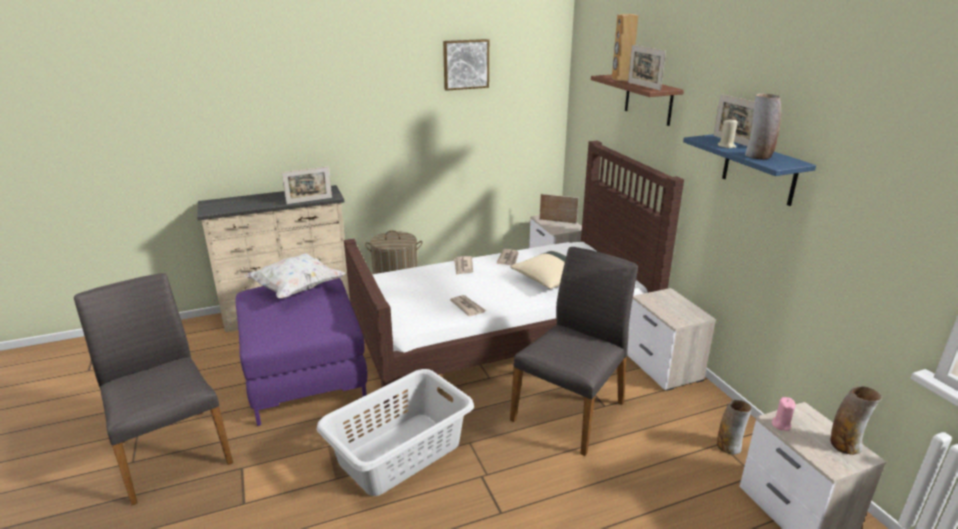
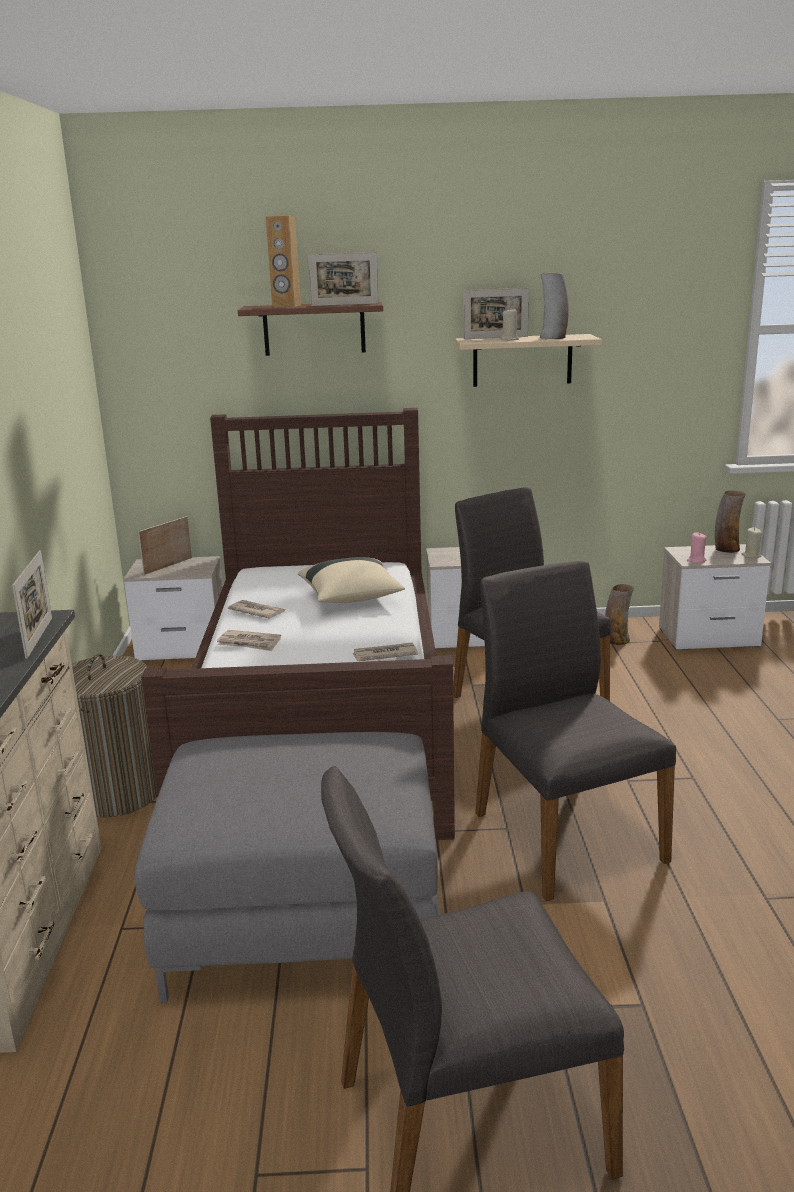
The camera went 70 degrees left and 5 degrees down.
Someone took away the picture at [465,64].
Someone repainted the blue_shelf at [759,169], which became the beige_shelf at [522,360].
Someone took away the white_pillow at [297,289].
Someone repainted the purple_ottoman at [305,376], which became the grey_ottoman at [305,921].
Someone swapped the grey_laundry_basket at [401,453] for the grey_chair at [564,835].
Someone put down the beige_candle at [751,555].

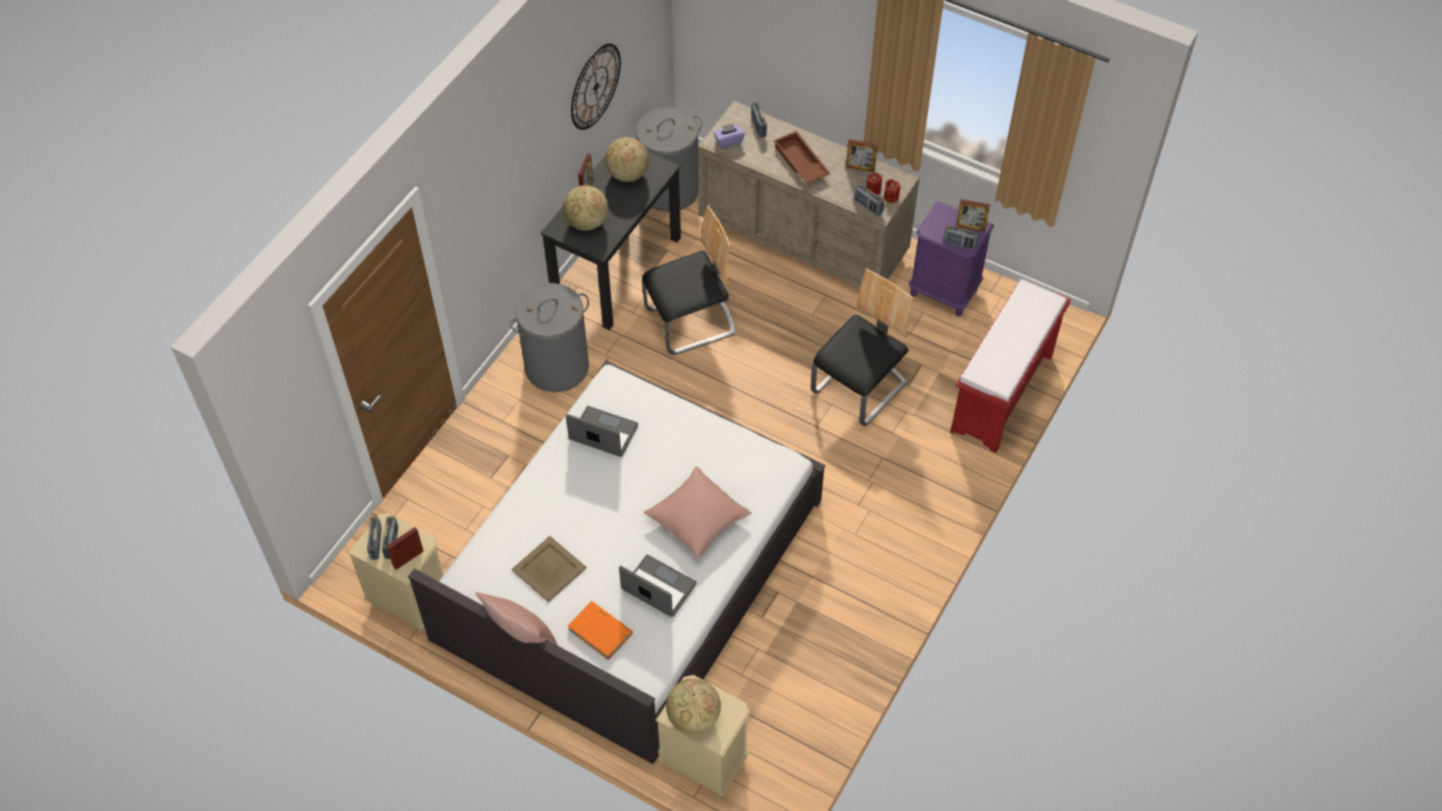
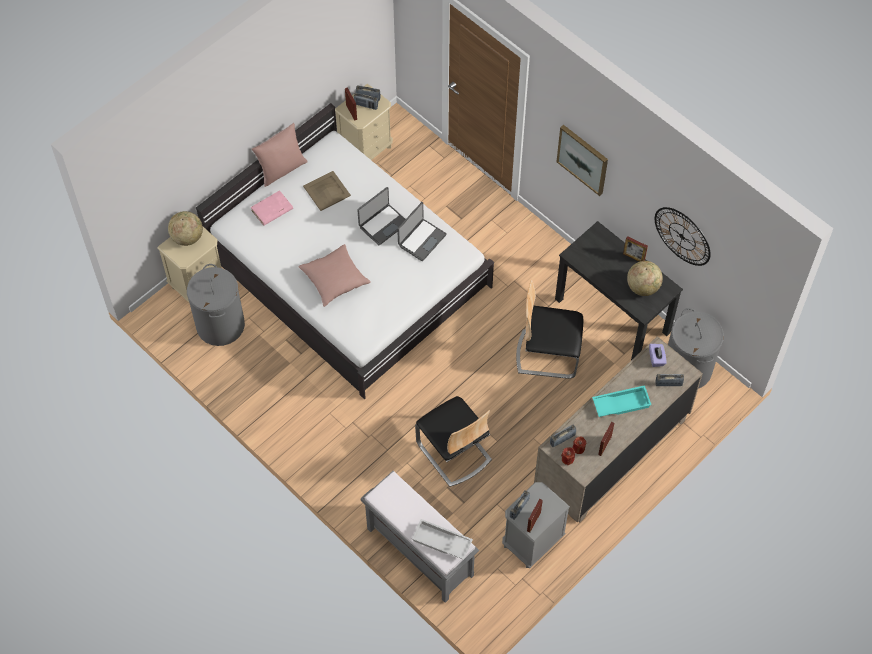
The camera went 105 degrees right and 5 degrees up.
Someone repainted the brown_tray at [800,162], which became the turquoise_tray at [621,403].
Someone took away the globe at [586,222].
Someone repainted the purple_nightstand at [944,291], which became the grey_nightstand at [532,542].
Someone rotated the chair at [690,322] by 105 degrees clockwise.
Someone repainted the red_bench at [1002,394], which became the grey_bench at [418,551].
Someone carried the grey_laundry_basket from [557,366] to [220,325].
Someone carried the laptop from [658,588] to [383,224].
Someone repainted the orange_book at [601,632], which became the pink_book at [271,210].
Someone put up the picture at [583,159].
Someone put down the white_tray at [441,542].

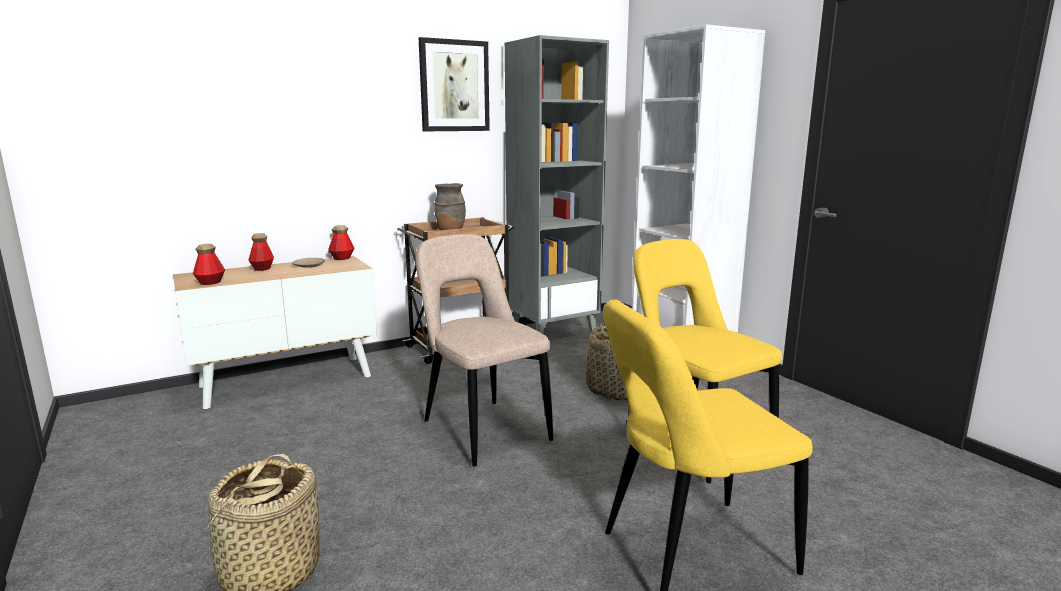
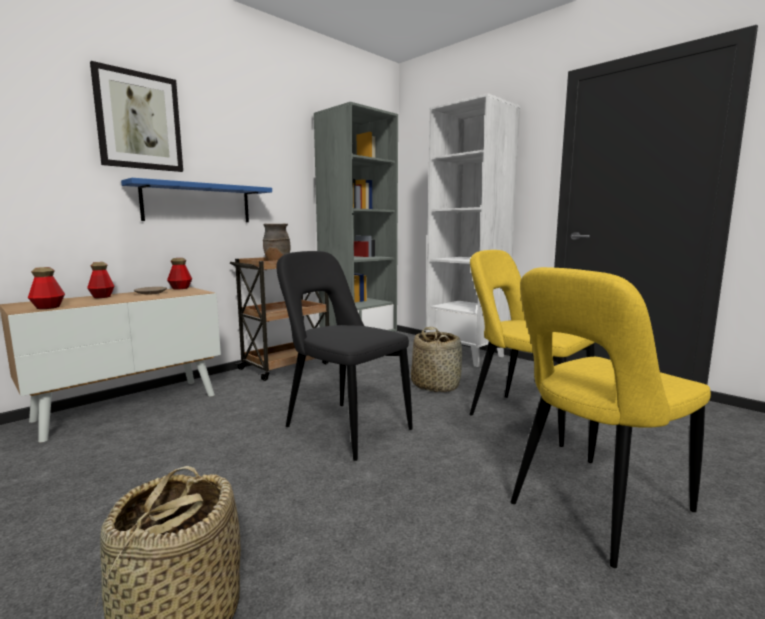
The camera went 15 degrees left and 5 degrees down.
Someone carried the picture from [454,86] to [139,121].
Someone repainted the beige_chair at [482,429], which became the black_chair at [343,427].
Someone put up the blue_shelf at [197,203].

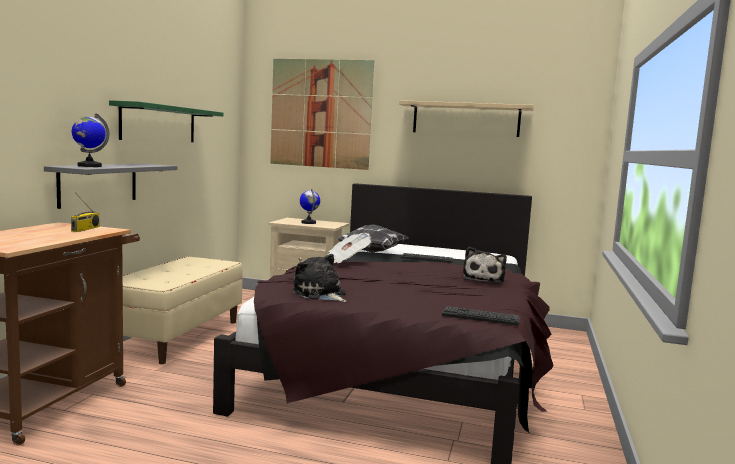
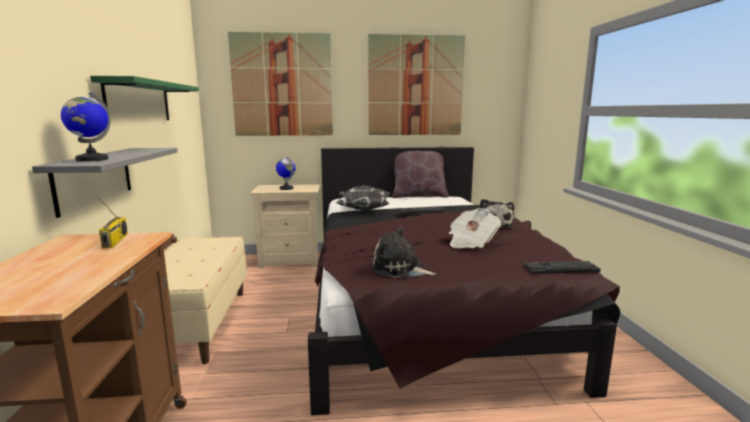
The camera went 20 degrees left and 5 degrees up.
Someone swapped the beige_shelf at [466,119] for the picture at [415,86].
Someone carried the newspaper from [344,261] to [471,242].
Someone put down the brown_pillow at [418,196].

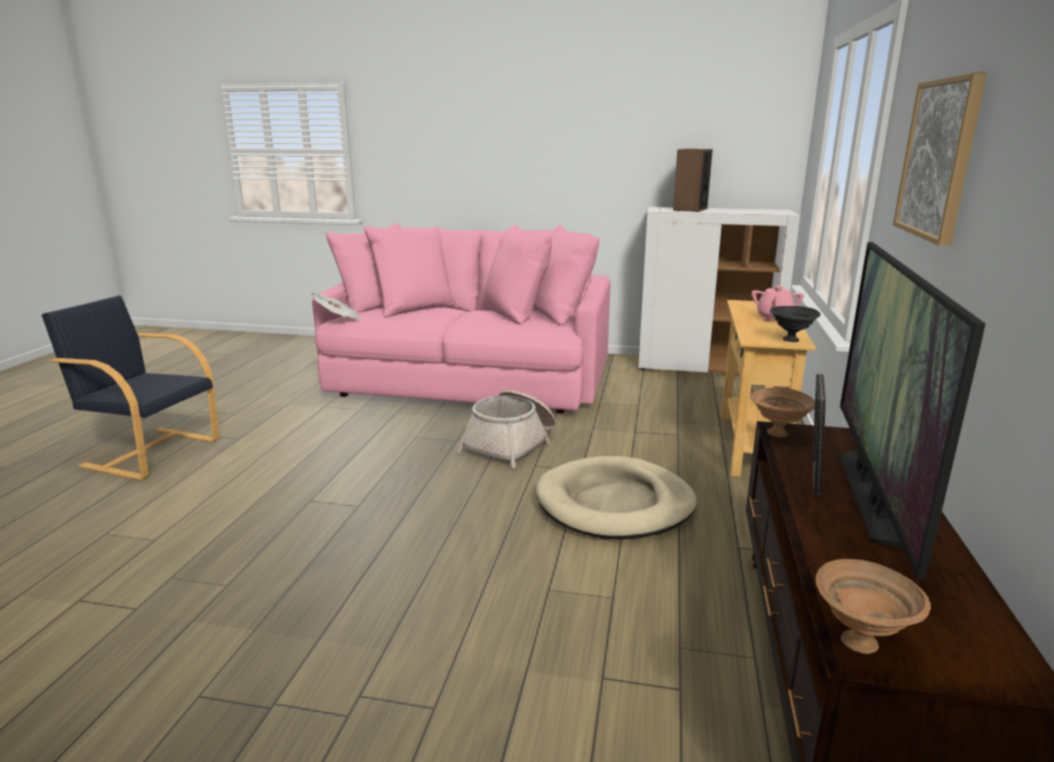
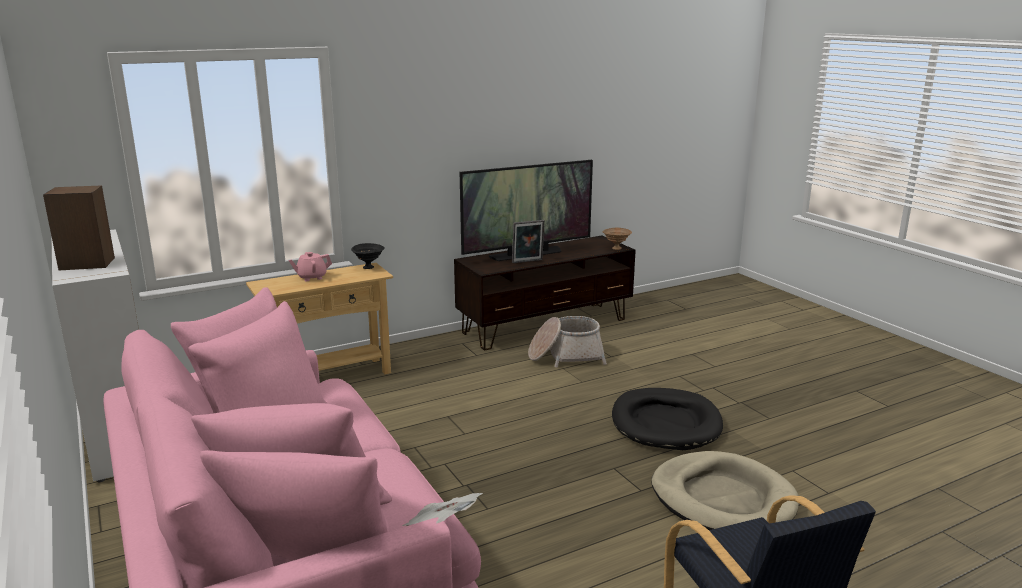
The camera went 130 degrees left and 0 degrees up.
Someone took away the picture at [939,159].
Someone took away the brown_bowl at [779,434].
Someone carried the basket from [511,444] to [565,356].
Someone carried the beige_dog_bed from [615,504] to [722,499].
Someone put down the black_dog_bed at [665,423].

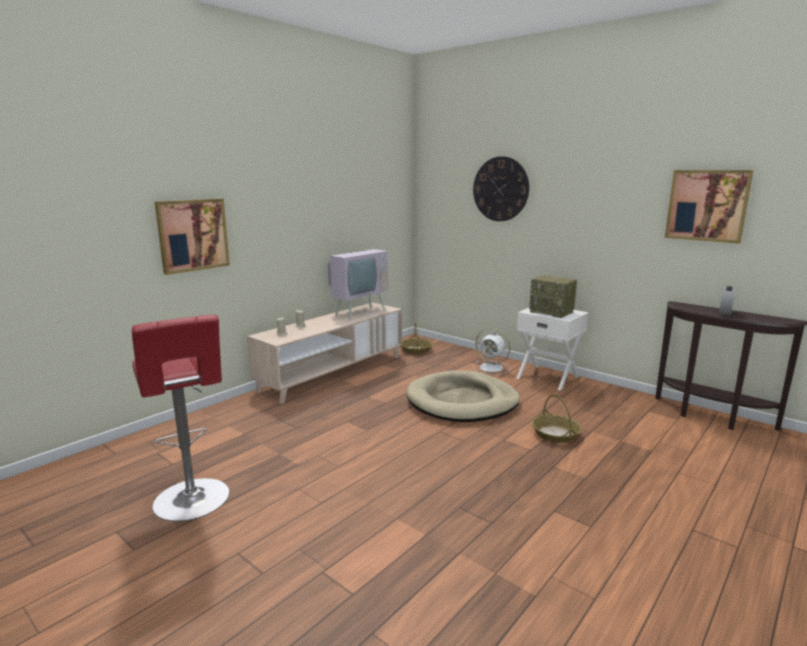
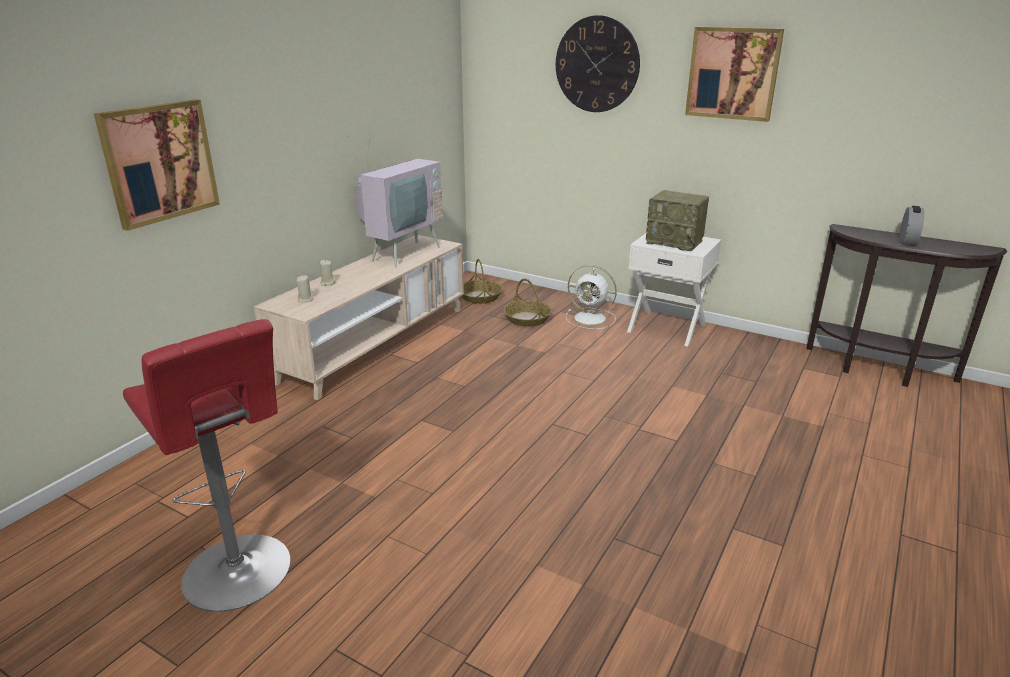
The camera went 10 degrees left and 10 degrees up.
Someone carried the picture from [707,205] to [733,73].
Someone took away the beige_dog_bed at [462,401].
Someone carried the basket from [555,434] to [527,319].

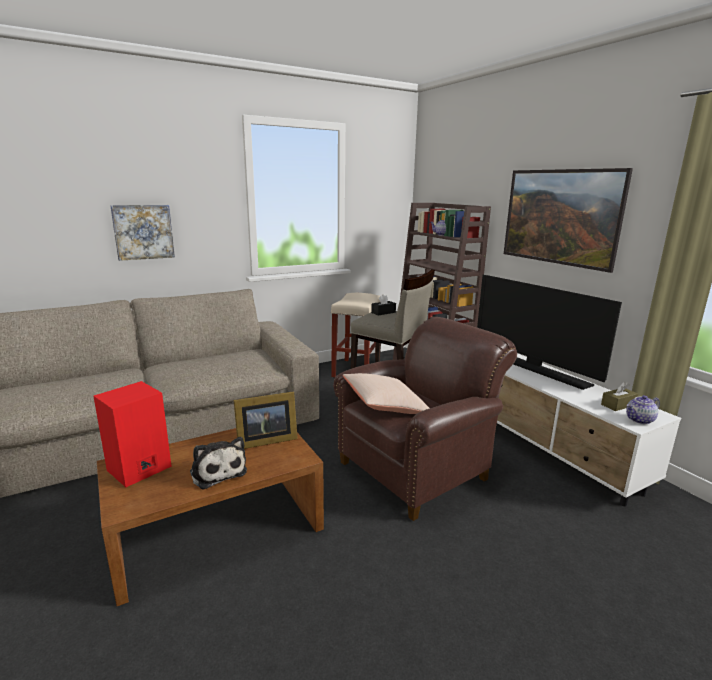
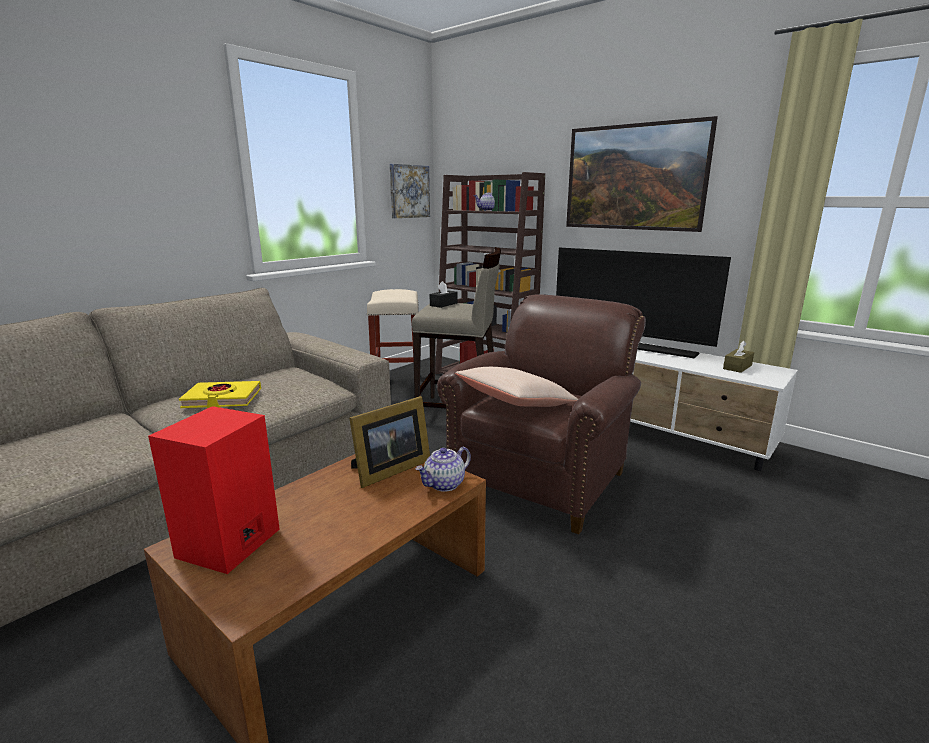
The camera went 20 degrees left and 0 degrees up.
Someone carried the picture from [143,232] to [409,191].
Someone carried the teapot from [640,420] to [444,484].
Someone took away the plush_toy at [217,471].
Someone put down the yellow_book at [222,399].

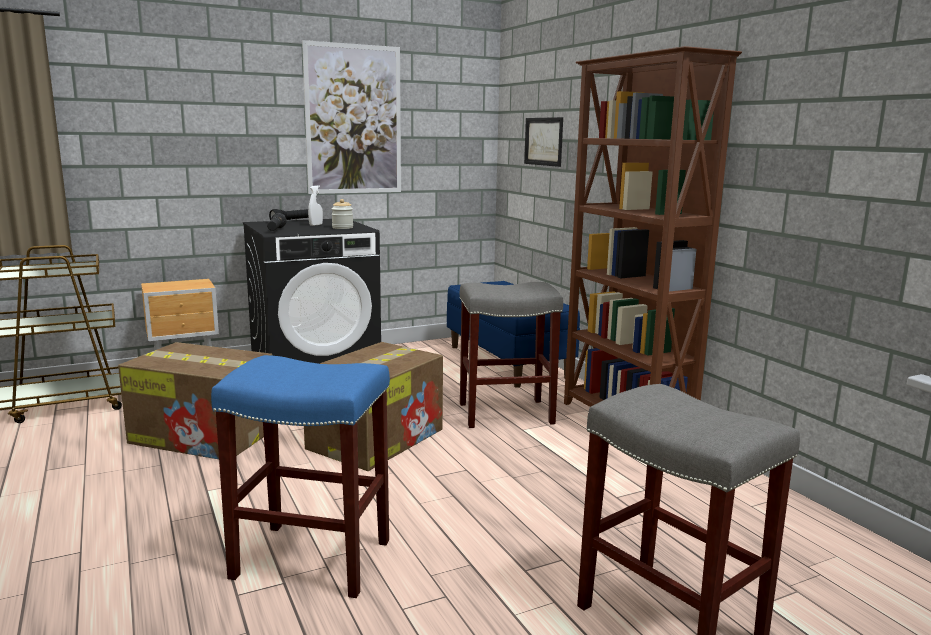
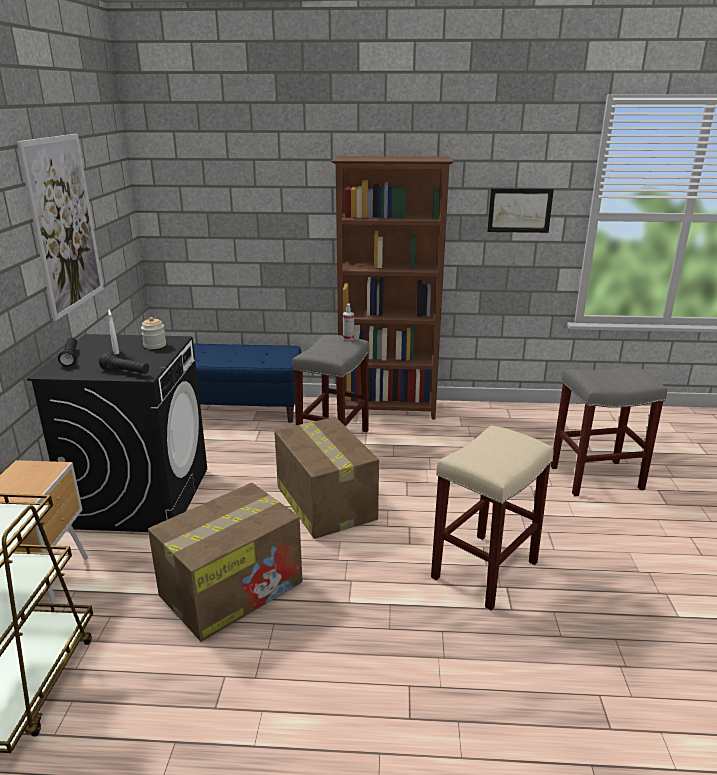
The camera went 60 degrees left and 10 degrees up.
Someone carried the picture from [543,141] to [519,210].
Someone repainted the blue_stool at [309,559], which became the beige_stool at [484,571].
Someone put down the spray_bottle at [348,338].

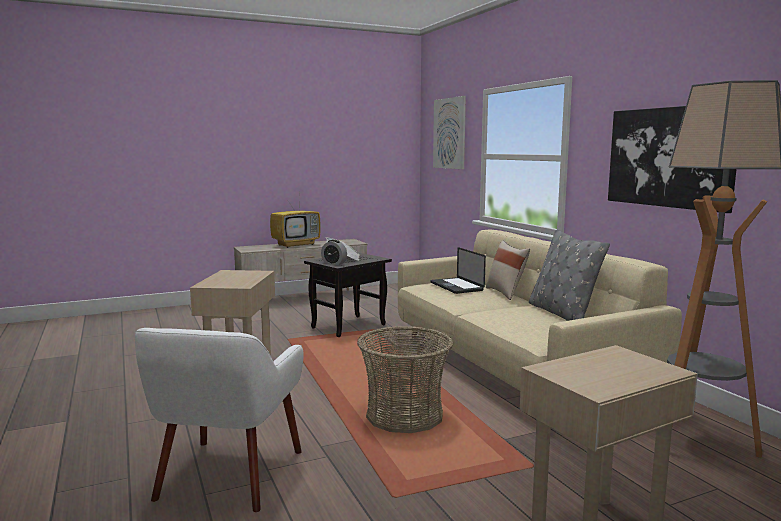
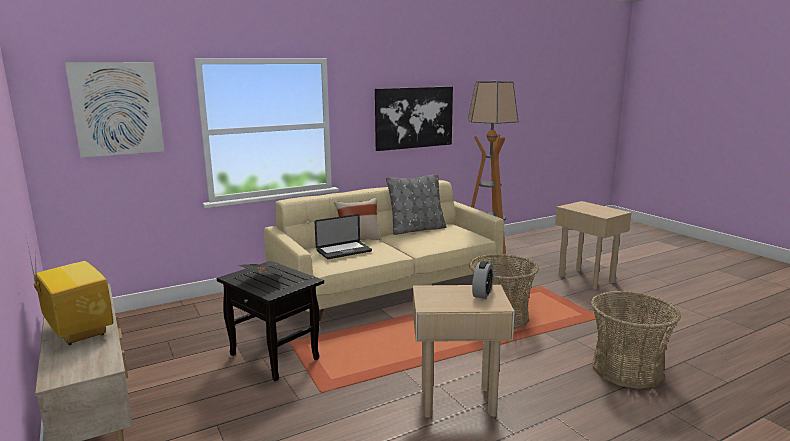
The camera went 95 degrees left and 5 degrees up.
Someone carried the alarm_clock from [334,263] to [482,293].
Someone swapped the white_armchair at [228,475] for the basket at [627,370].

